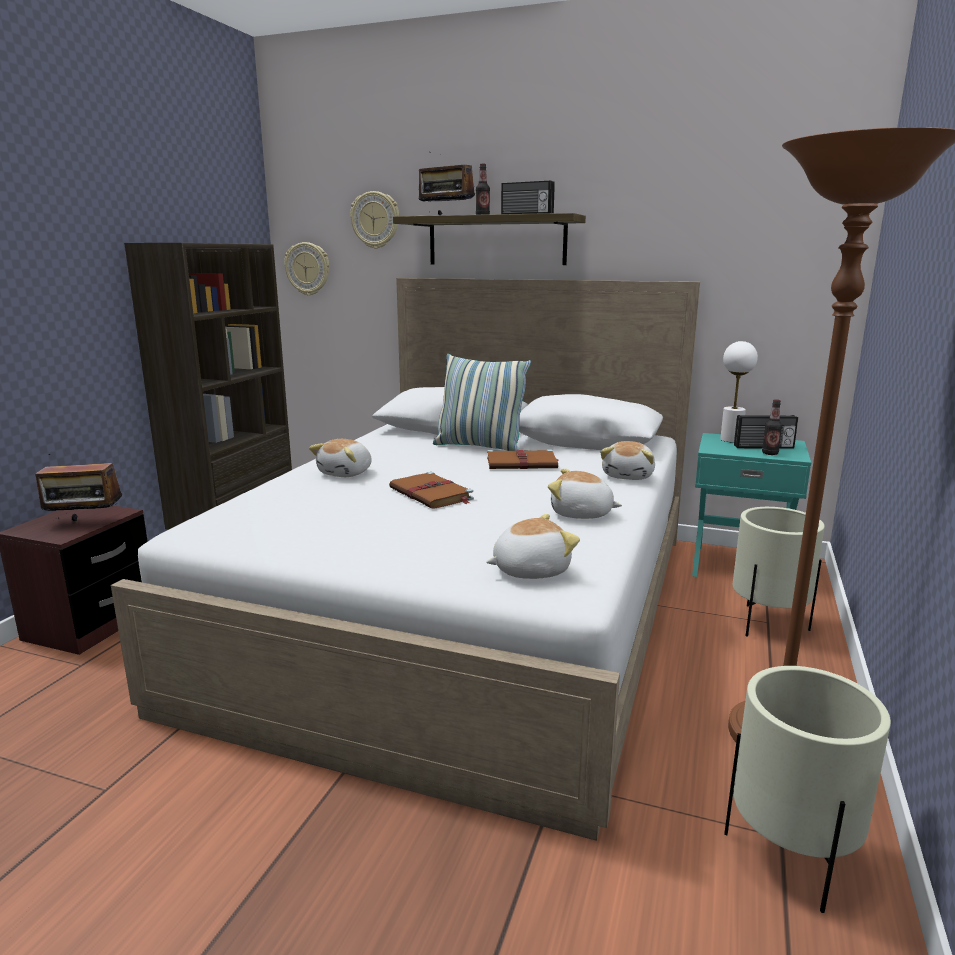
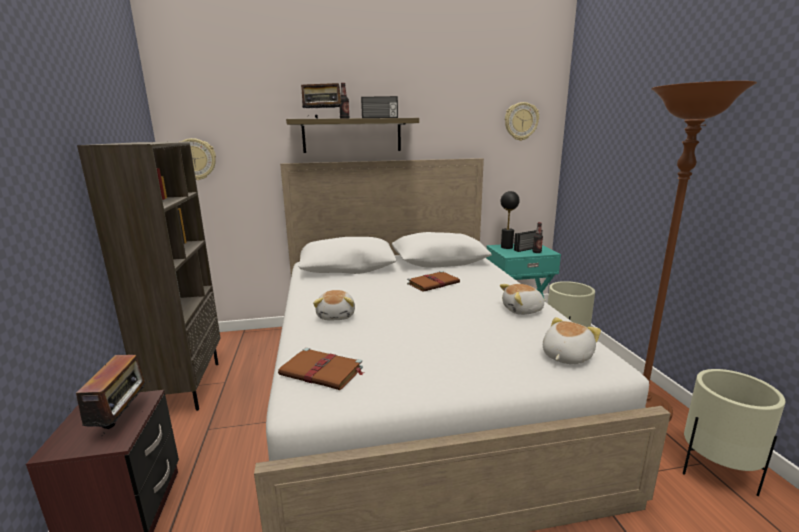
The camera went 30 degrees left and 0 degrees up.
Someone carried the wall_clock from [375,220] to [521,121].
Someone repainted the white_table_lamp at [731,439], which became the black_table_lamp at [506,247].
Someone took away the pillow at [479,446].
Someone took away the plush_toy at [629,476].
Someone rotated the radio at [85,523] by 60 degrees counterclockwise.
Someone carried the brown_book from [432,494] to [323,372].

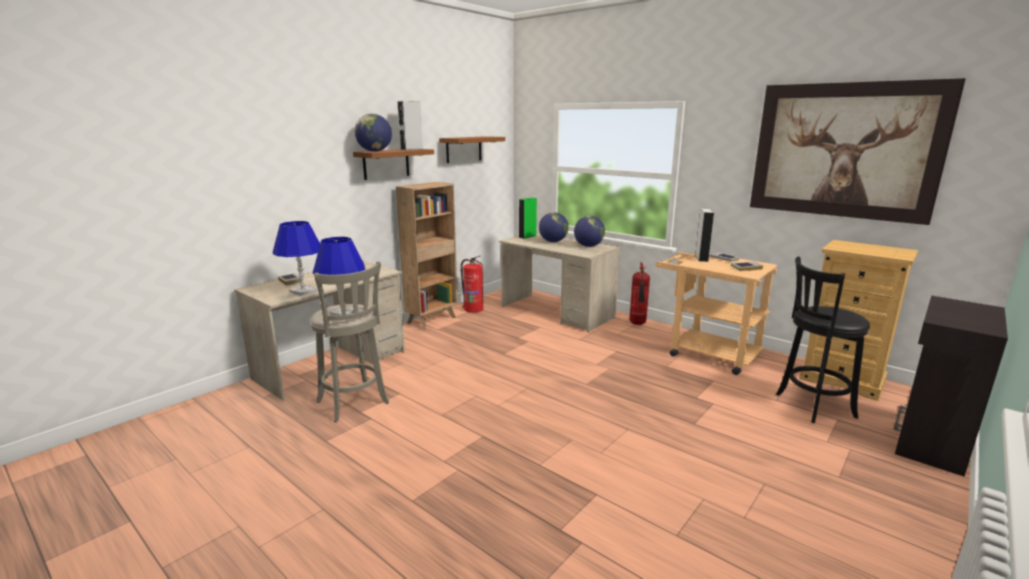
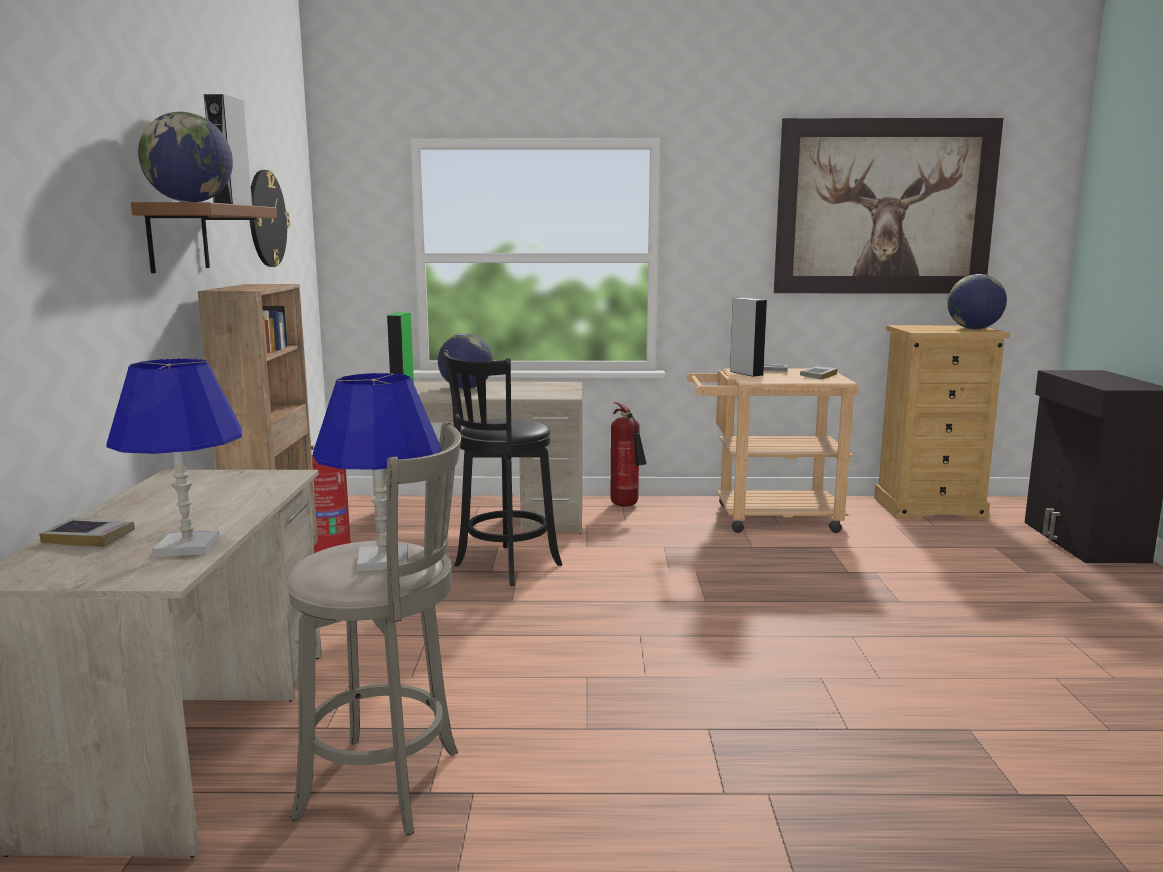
The camera went 40 degrees left and 5 degrees down.
Someone swapped the brown_shelf at [464,149] for the wall_clock at [266,219].
Someone carried the globe from [588,246] to [974,329].
Someone carried the black_stool from [811,406] to [504,567].

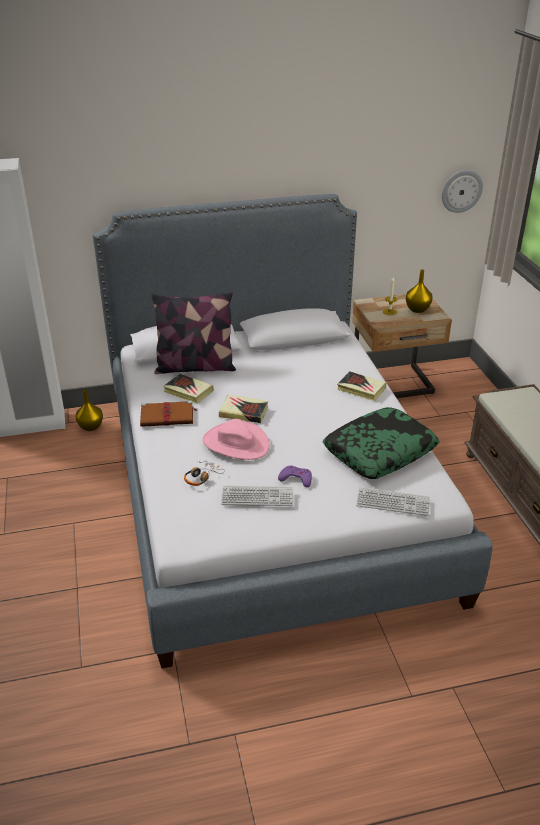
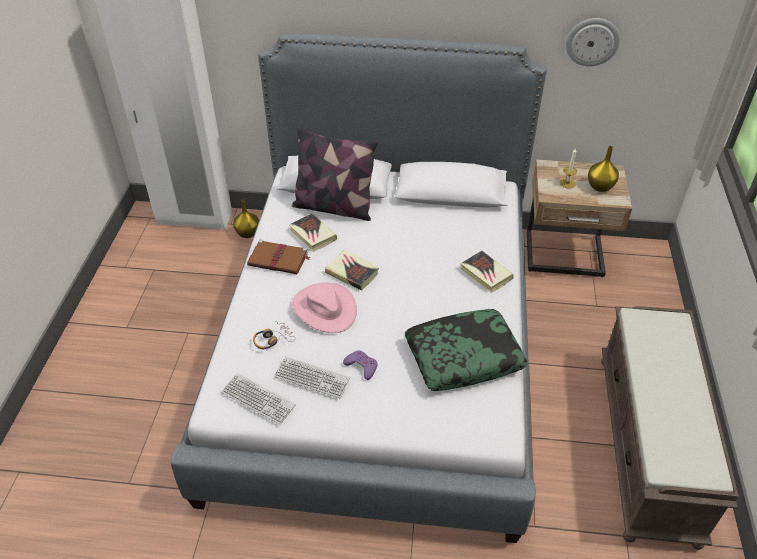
The camera went 20 degrees right and 10 degrees up.
Someone carried the wall_clock from [461,191] to [592,41].
Someone carried the keyboard from [393,502] to [258,399].

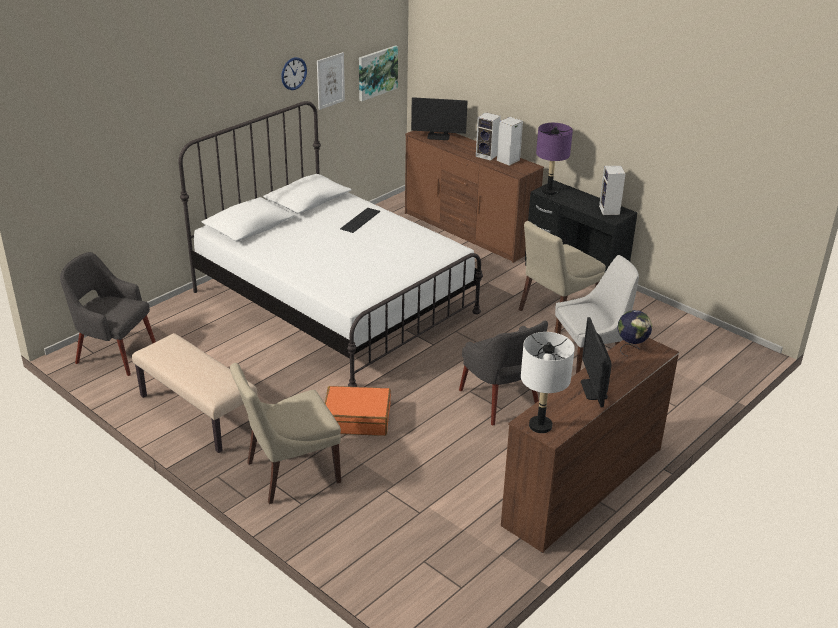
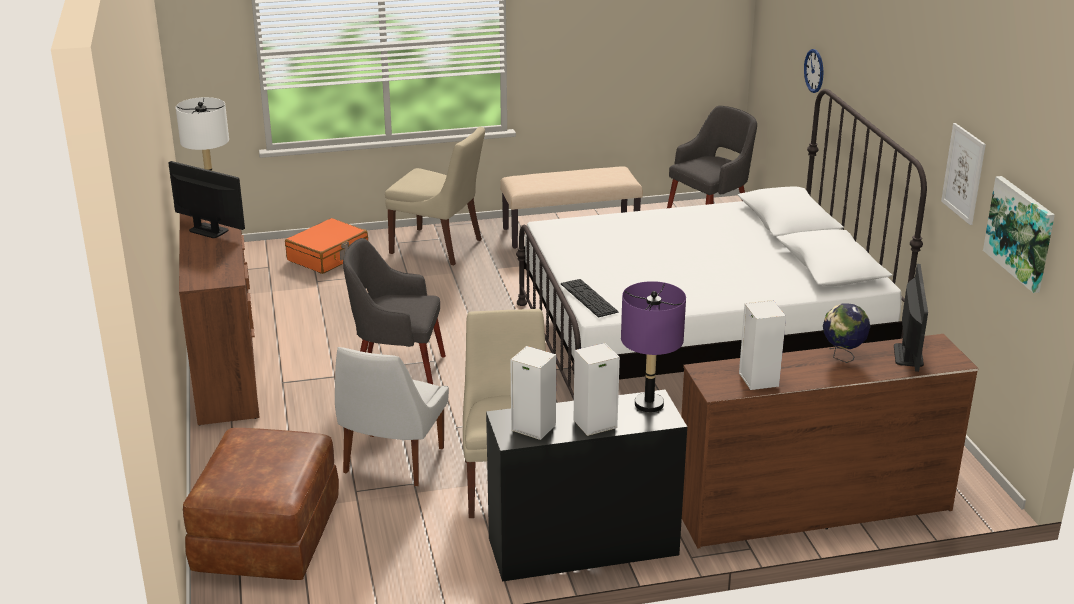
The camera went 125 degrees right and 5 degrees down.
Someone carried the wall_clock from [293,73] to [814,70].
Someone rotated the monitor at [438,136] by 150 degrees clockwise.
Someone carried the speaker from [487,155] to [594,425].
Someone carried the keyboard from [360,220] to [589,298].
Someone carried the globe from [631,348] to [842,357].
Someone rotated the beige_chair at [289,473] by 105 degrees clockwise.
Someone carried the orange_suitcase from [357,419] to [328,256].
Someone put down the brown_ottoman at [267,536].

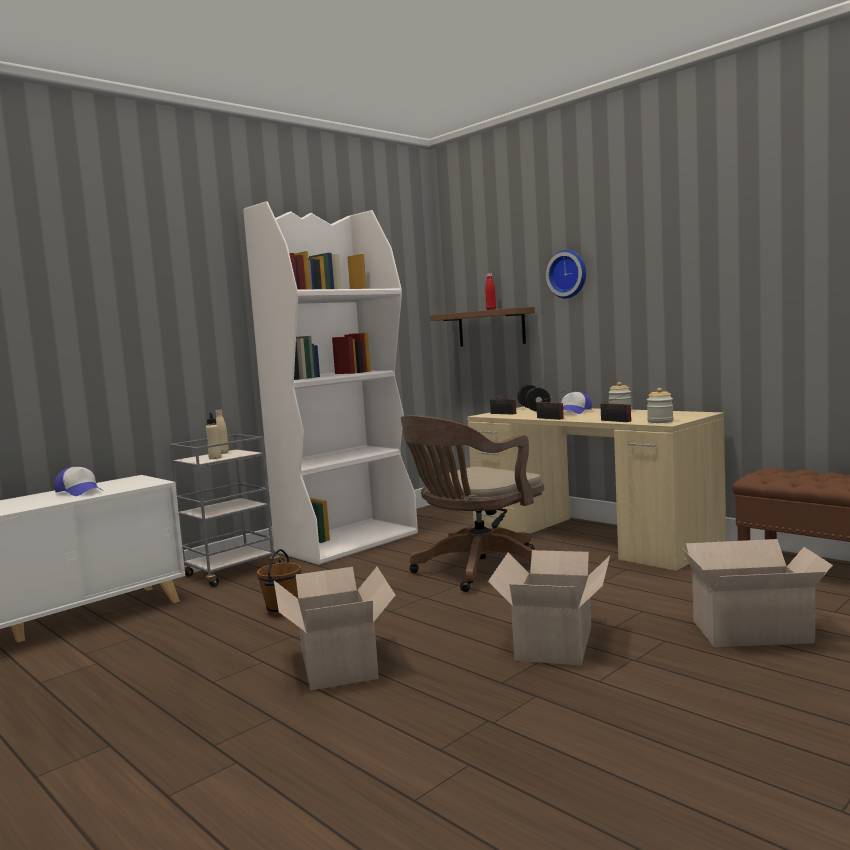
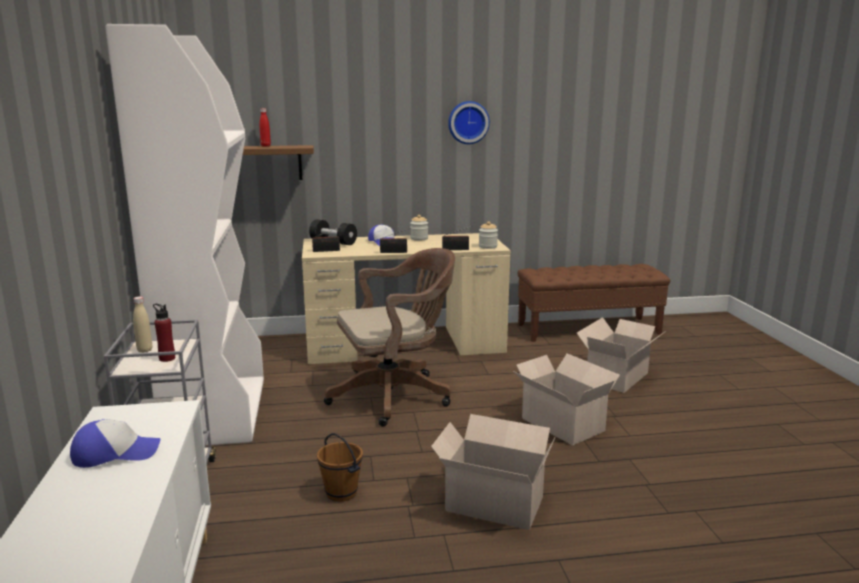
The camera went 55 degrees left and 10 degrees up.
Someone carried the wall_clock from [568,274] to [468,122].
Someone repainted the beige_bottle at [215,458], which became the red_bottle at [167,358].
Someone rotated the brown_office_chair at [476,570] by 105 degrees counterclockwise.

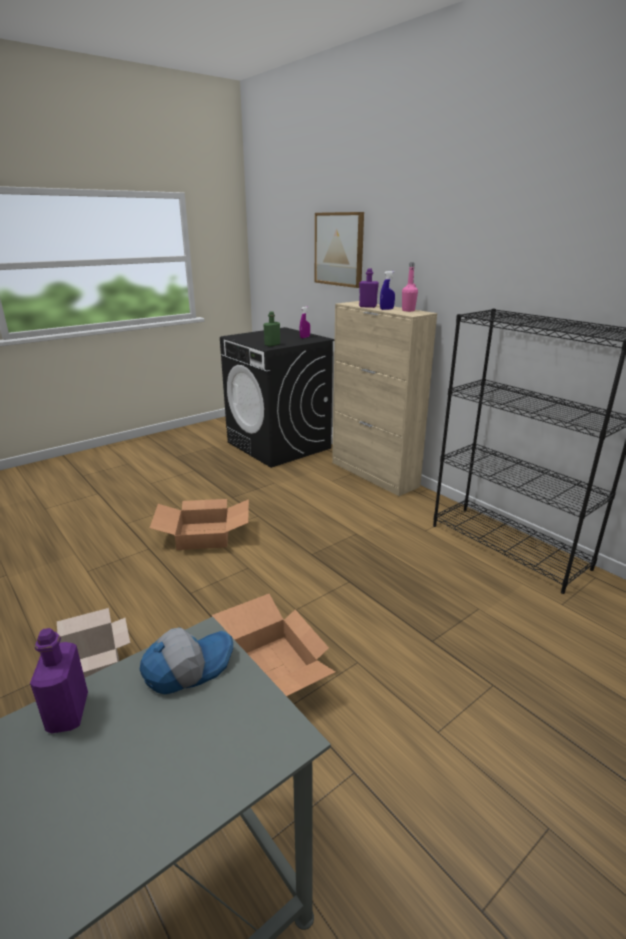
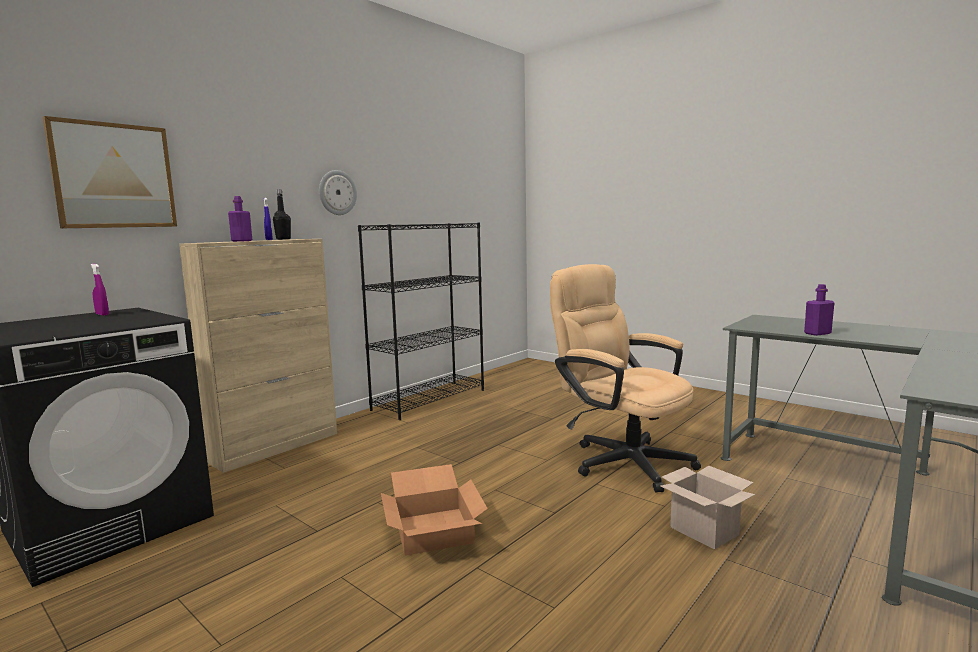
The camera went 100 degrees left and 15 degrees down.
Someone repainted the pink_bottle at [408,310], which became the black_bottle at [283,239].
Someone took away the green_bottle at [272,345].
Someone swapped the cardboard_box at [272,670] for the beige_office_chair at [621,459].
Someone took away the cap at [188,667].
Someone put up the wall_clock at [337,192].

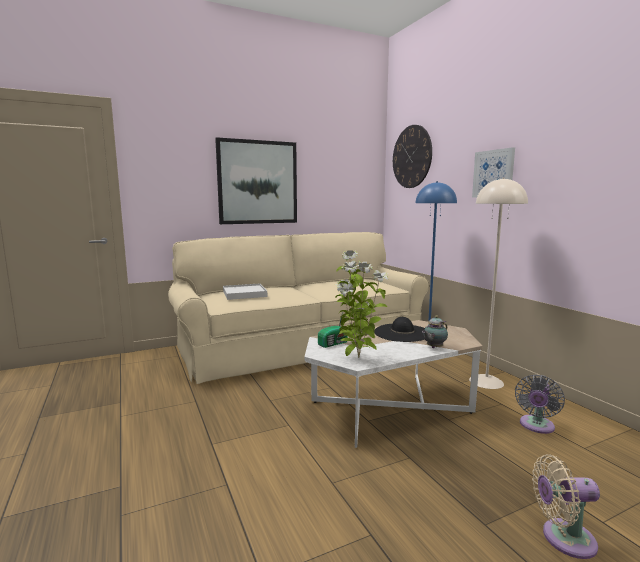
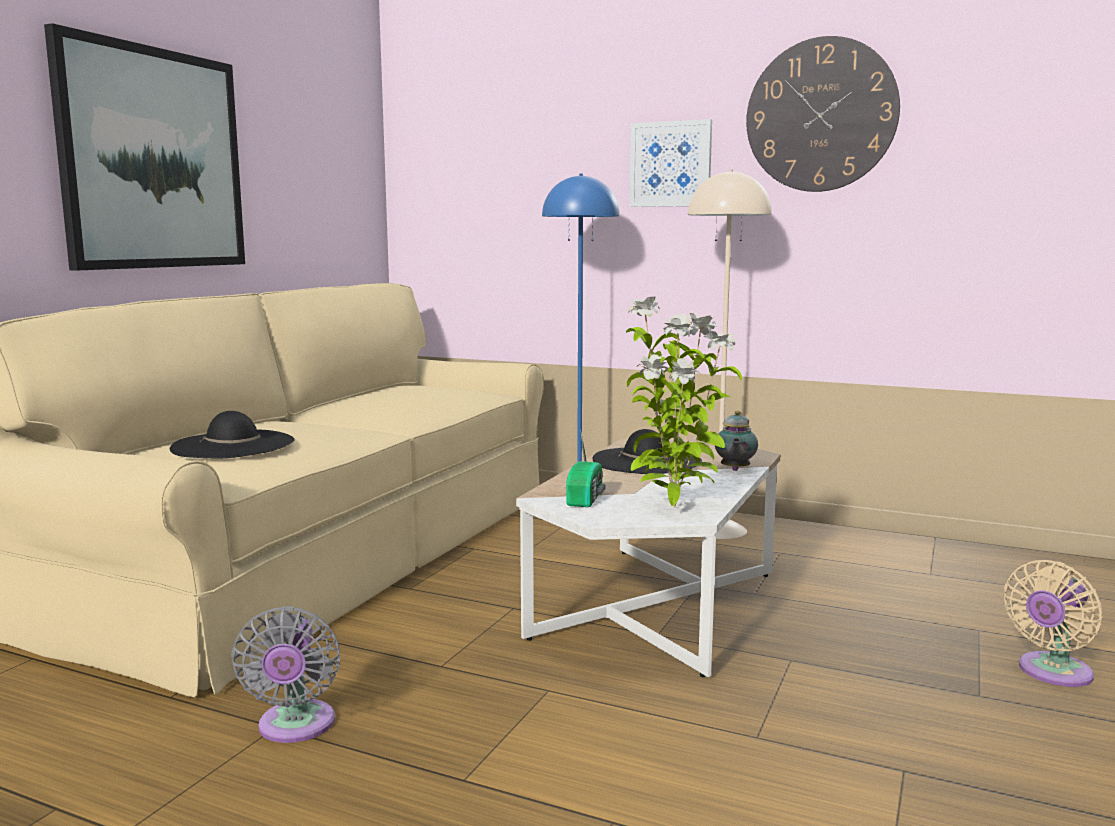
The camera went 40 degrees left and 0 degrees up.
Someone carried the wall_clock from [412,157] to [821,115].
Someone swapped the white_tray at [244,294] for the black_hat at [233,445].
Someone carried the grey_fan from [536,426] to [295,727].

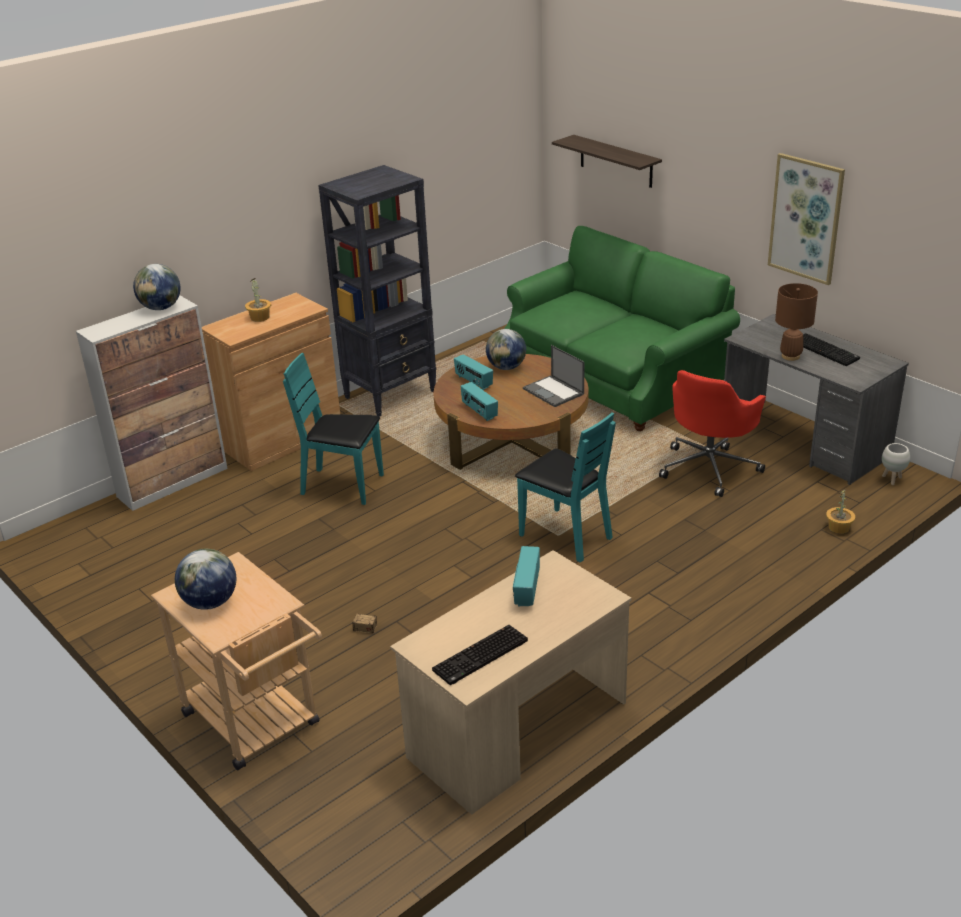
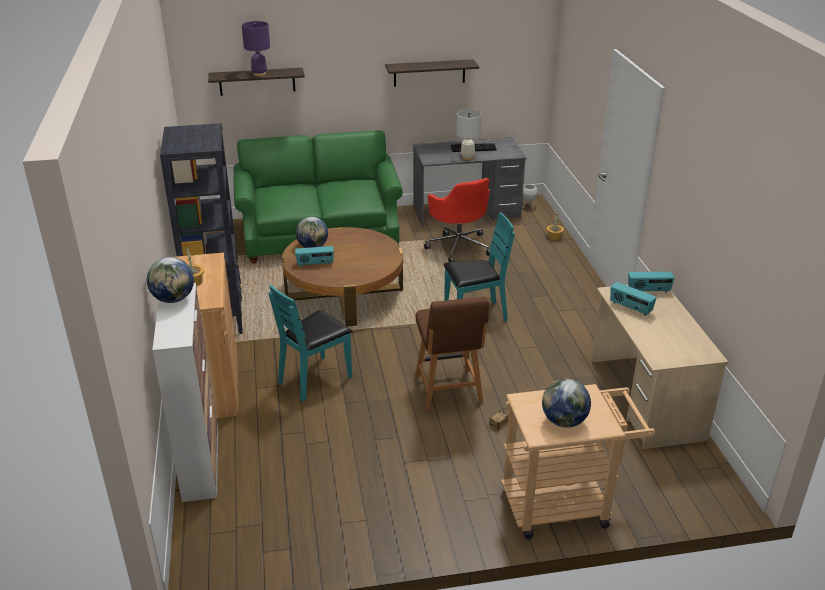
The camera went 60 degrees left and 0 degrees up.
Someone swapped the picture at [806,218] for the shelf at [429,73].
Someone repainted the brown_table_lamp at [790,356], which became the white_table_lamp at [467,157].
Someone took away the laptop at [554,392].
Someone carried the radio from [479,412] to [648,291].
Someone took away the keyboard at [480,657].
Someone put down the purple_table_lamp at [259,74].
Someone put down the brown_chair at [449,391].

